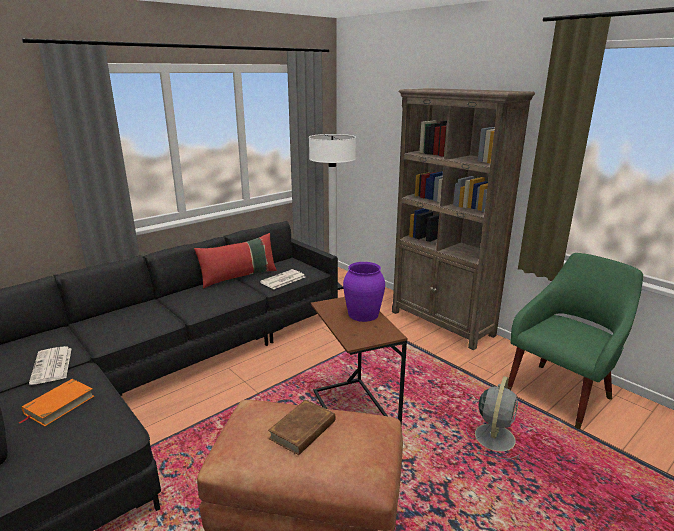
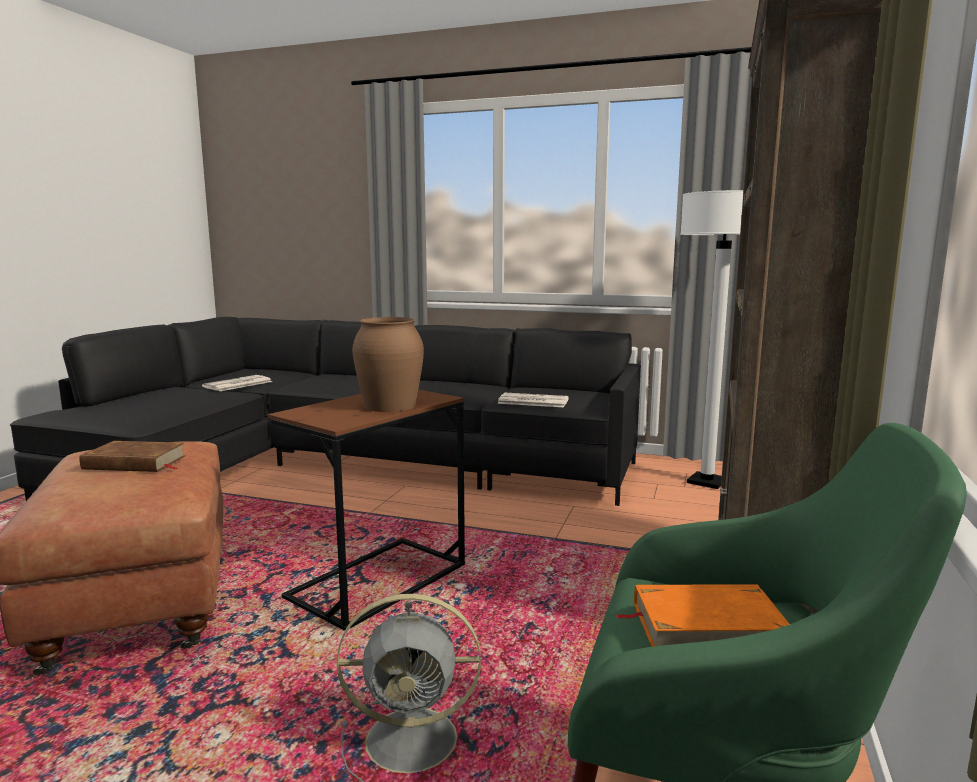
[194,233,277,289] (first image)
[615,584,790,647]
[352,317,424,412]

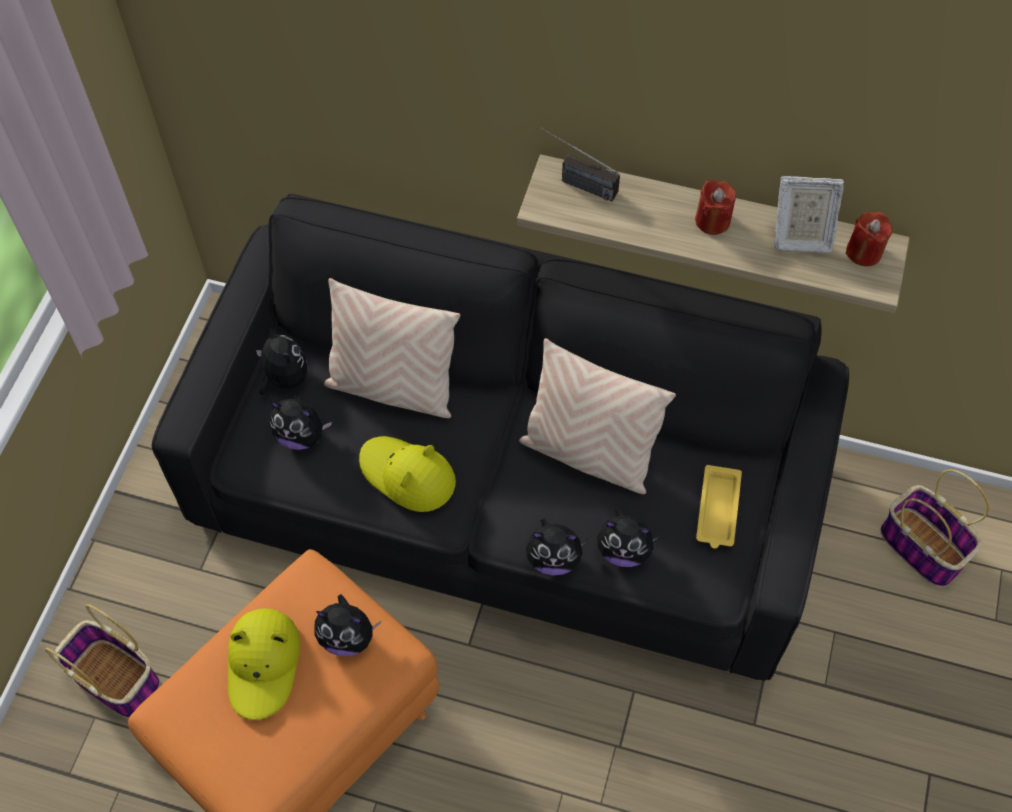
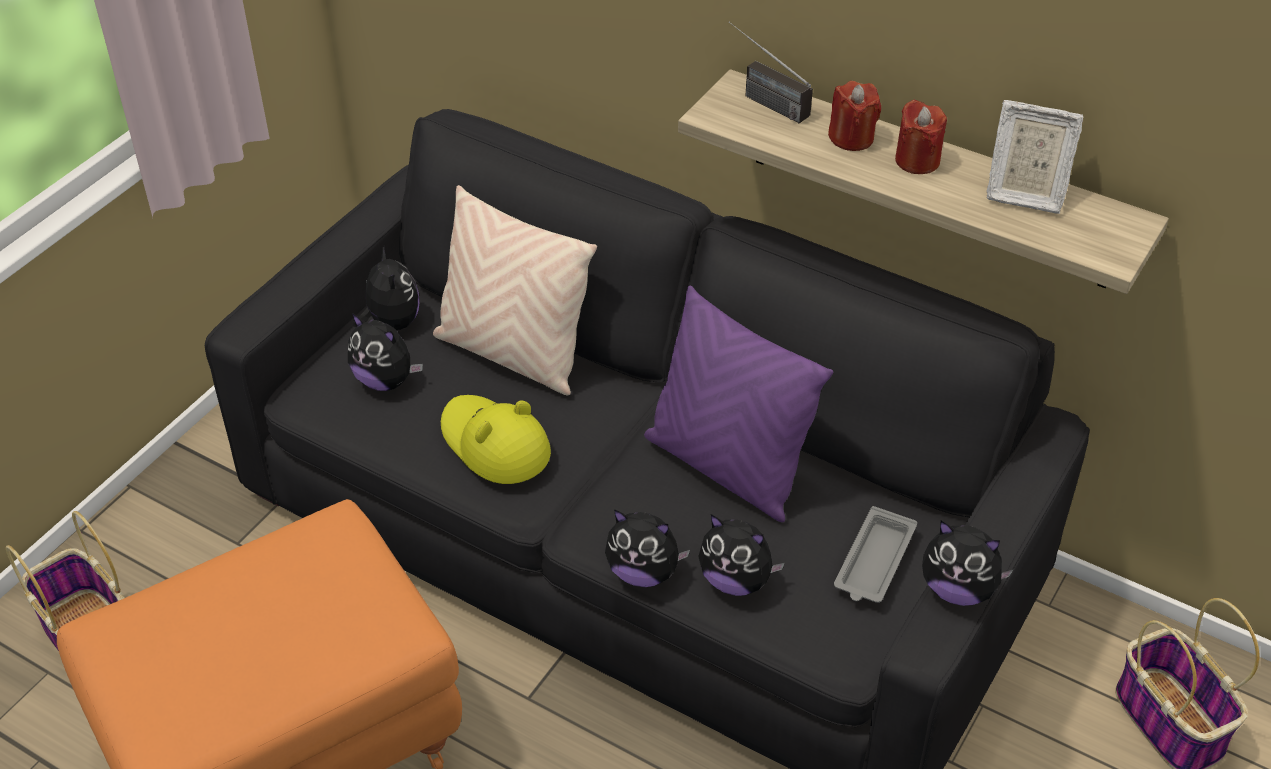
[228,608,300,720] (first image)
[922,521,1014,606]
[828,81,881,151]
[644,286,833,522]
[834,506,917,603]

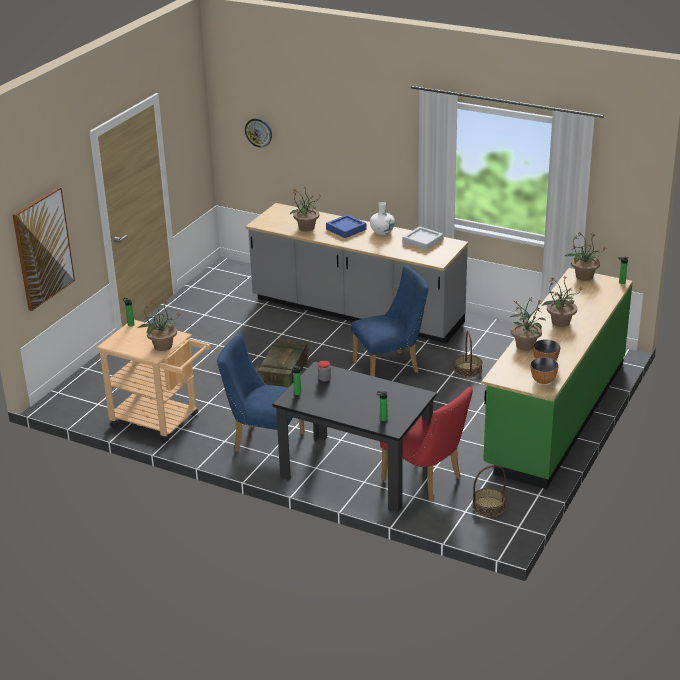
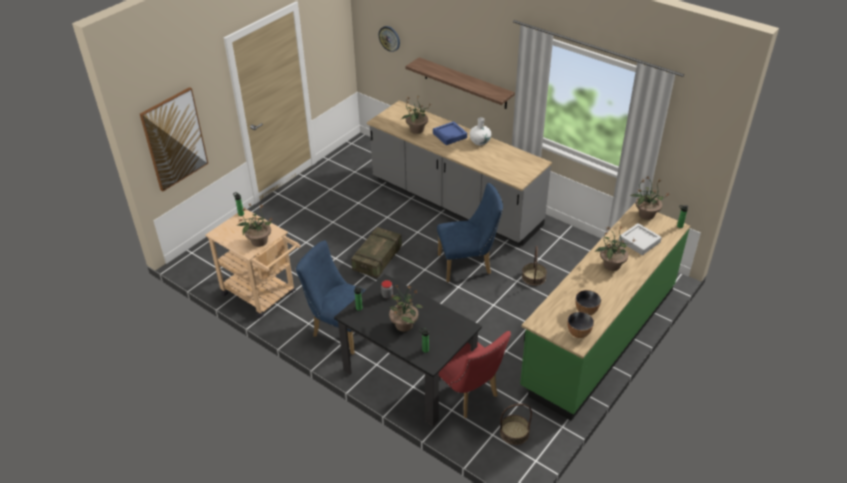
[405,57,515,109]
[619,223,662,255]
[389,285,423,332]

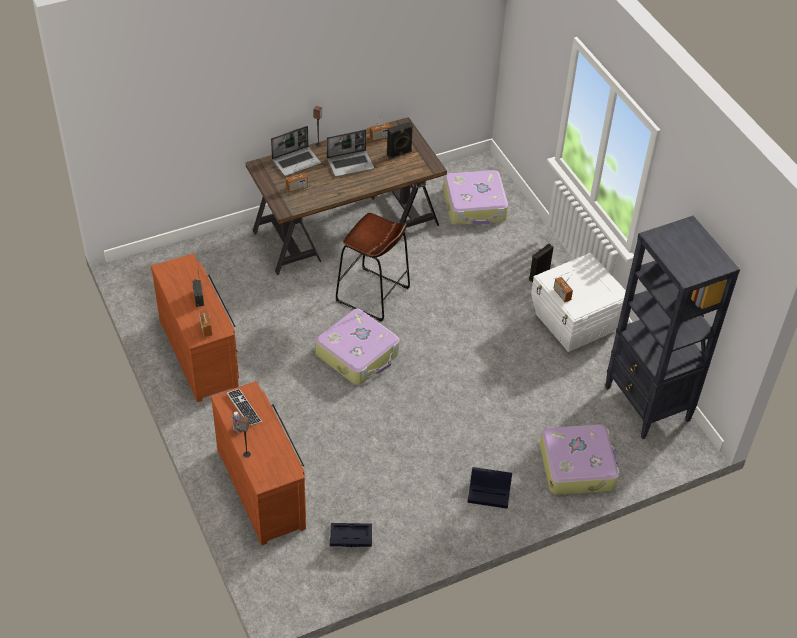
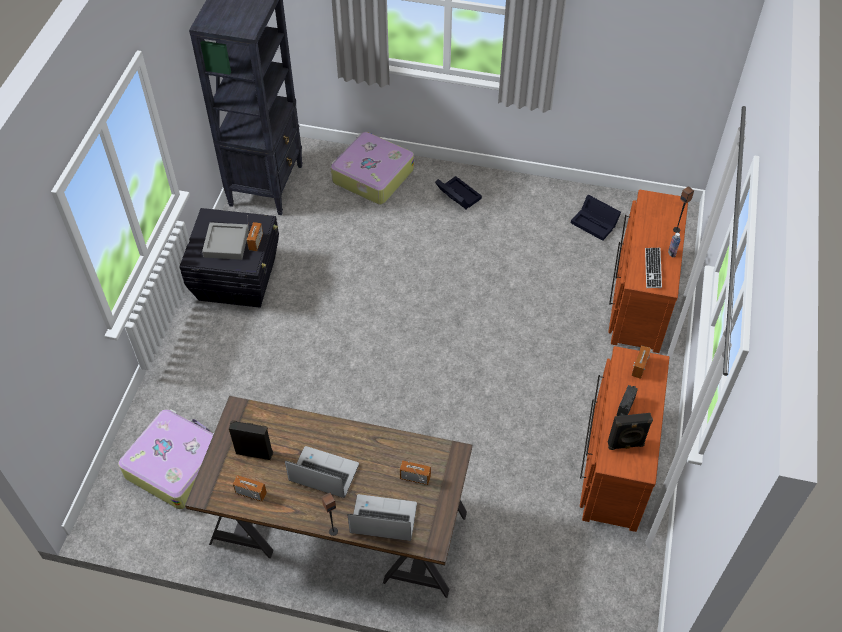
[315,309,400,385] (first image)
[336,213,410,322] (first image)
[202,222,249,260]
[608,413,653,450]
[179,208,279,308]

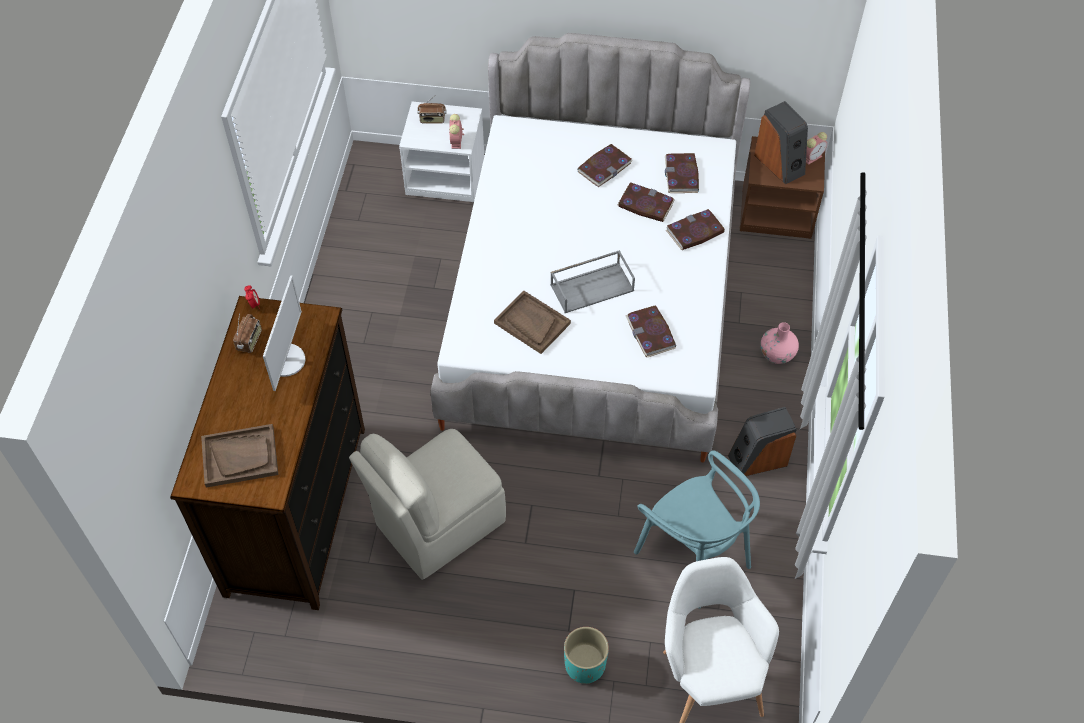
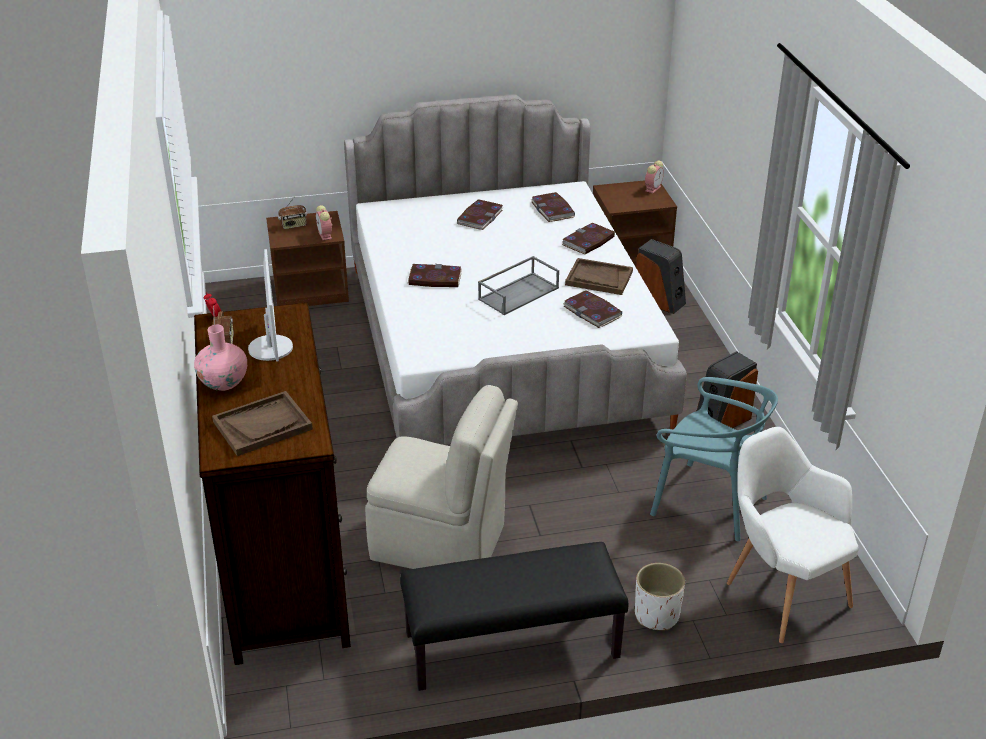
[400,542,628,691]
[565,258,633,295]
[408,264,462,287]
[636,239,686,314]
[194,325,247,391]
[266,211,349,306]
[635,563,685,630]
[365,385,518,569]

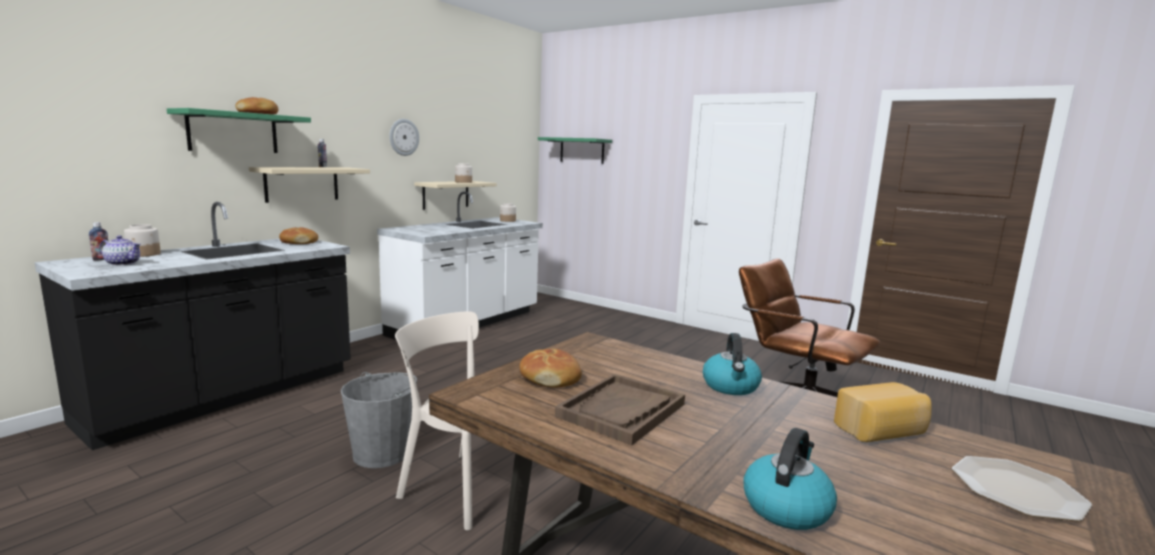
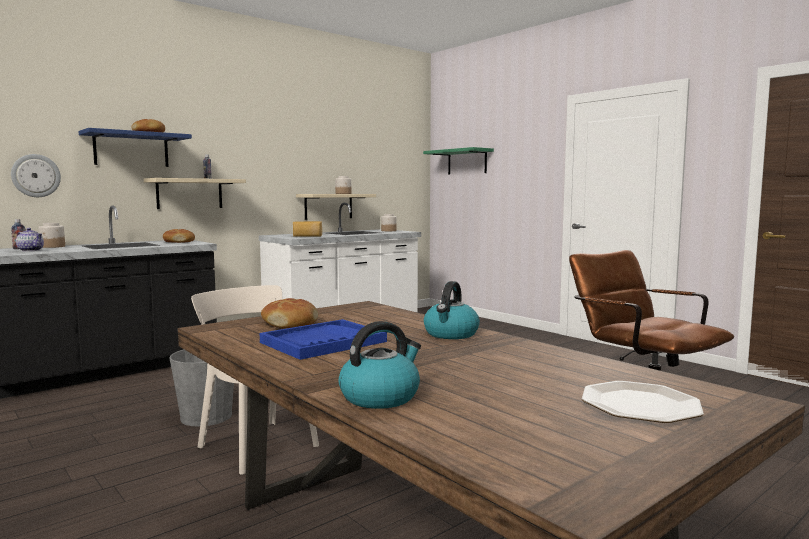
[11,154,61,197]
[293,221,322,237]
[78,128,192,167]
[260,319,387,360]

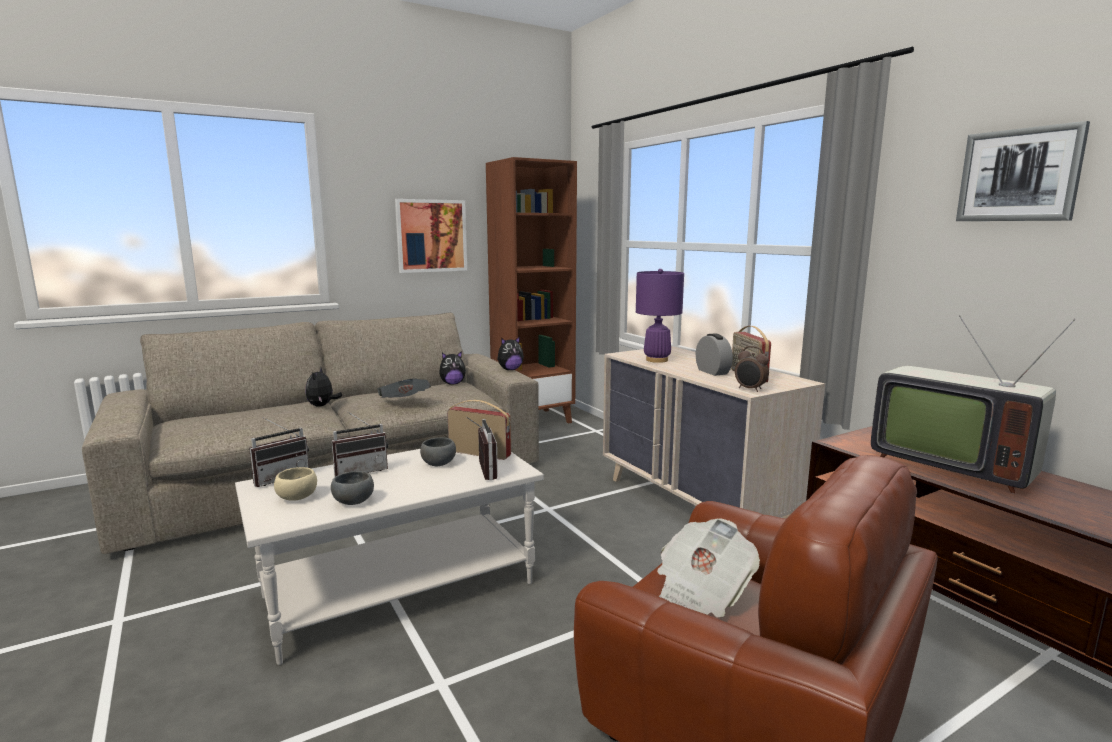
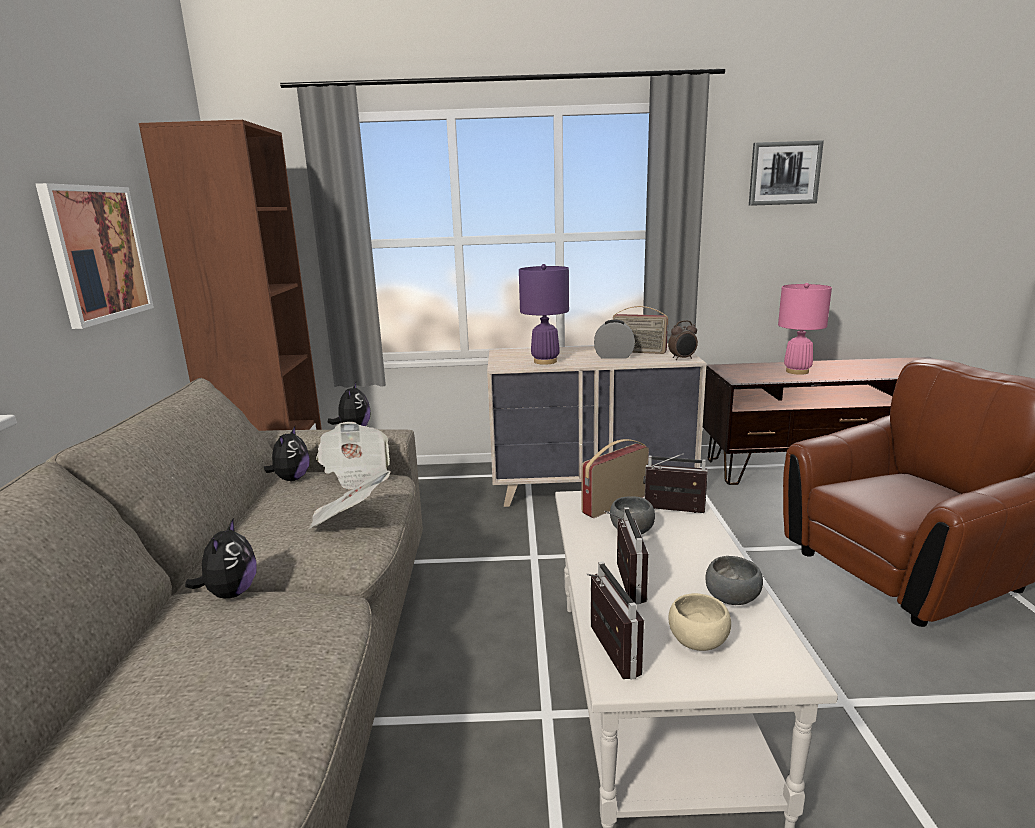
[316,422,390,490]
[778,283,832,375]
[185,518,257,598]

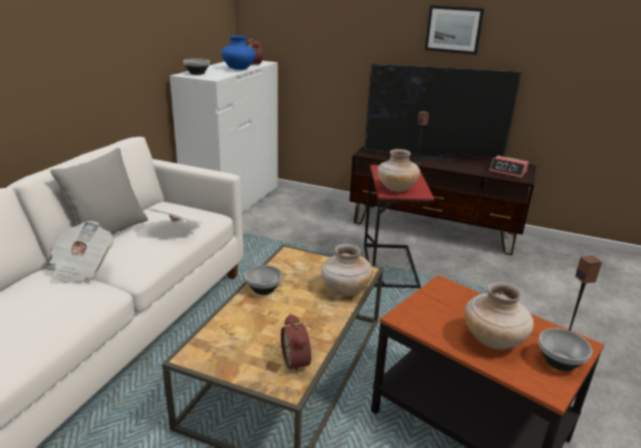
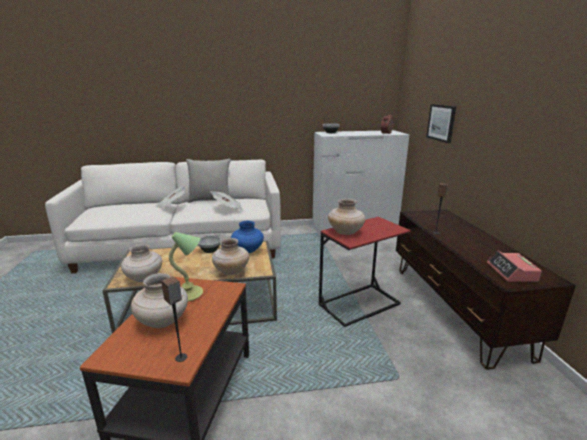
[364,64,521,161] (first image)
[539,328,593,371] (first image)
[169,232,203,301]
[231,221,264,253]
[426,104,456,143]
[121,244,162,282]

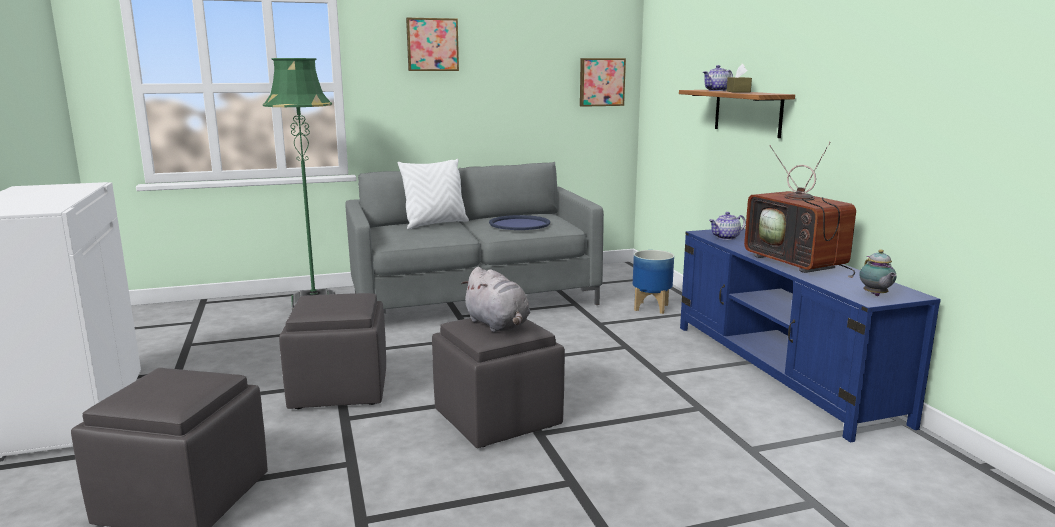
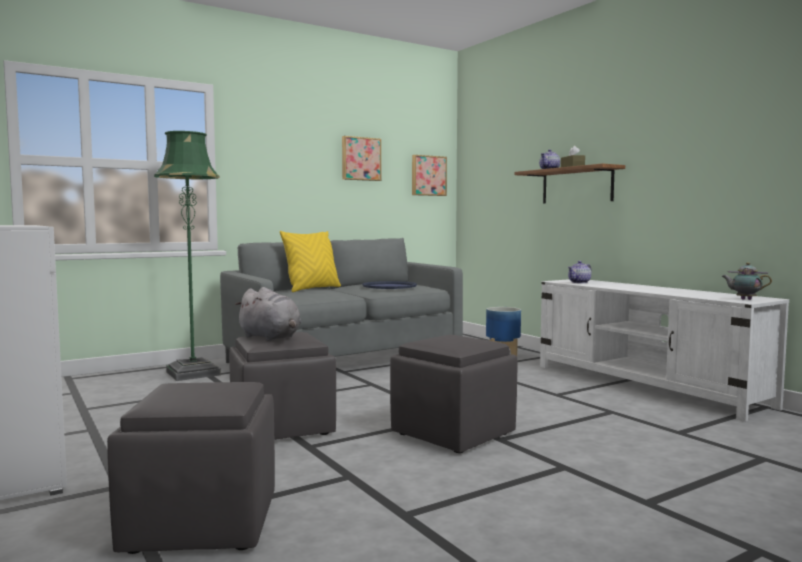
[744,142,856,278] (first image)
[342,136,381,181]
[235,287,301,341]
[280,231,341,292]
[540,279,789,421]
[721,262,772,300]

